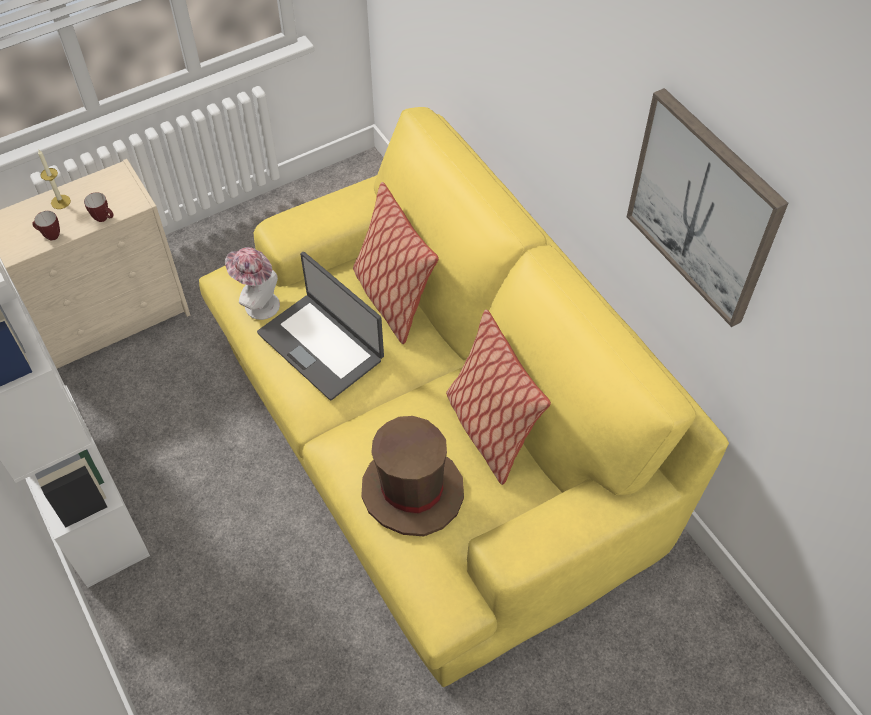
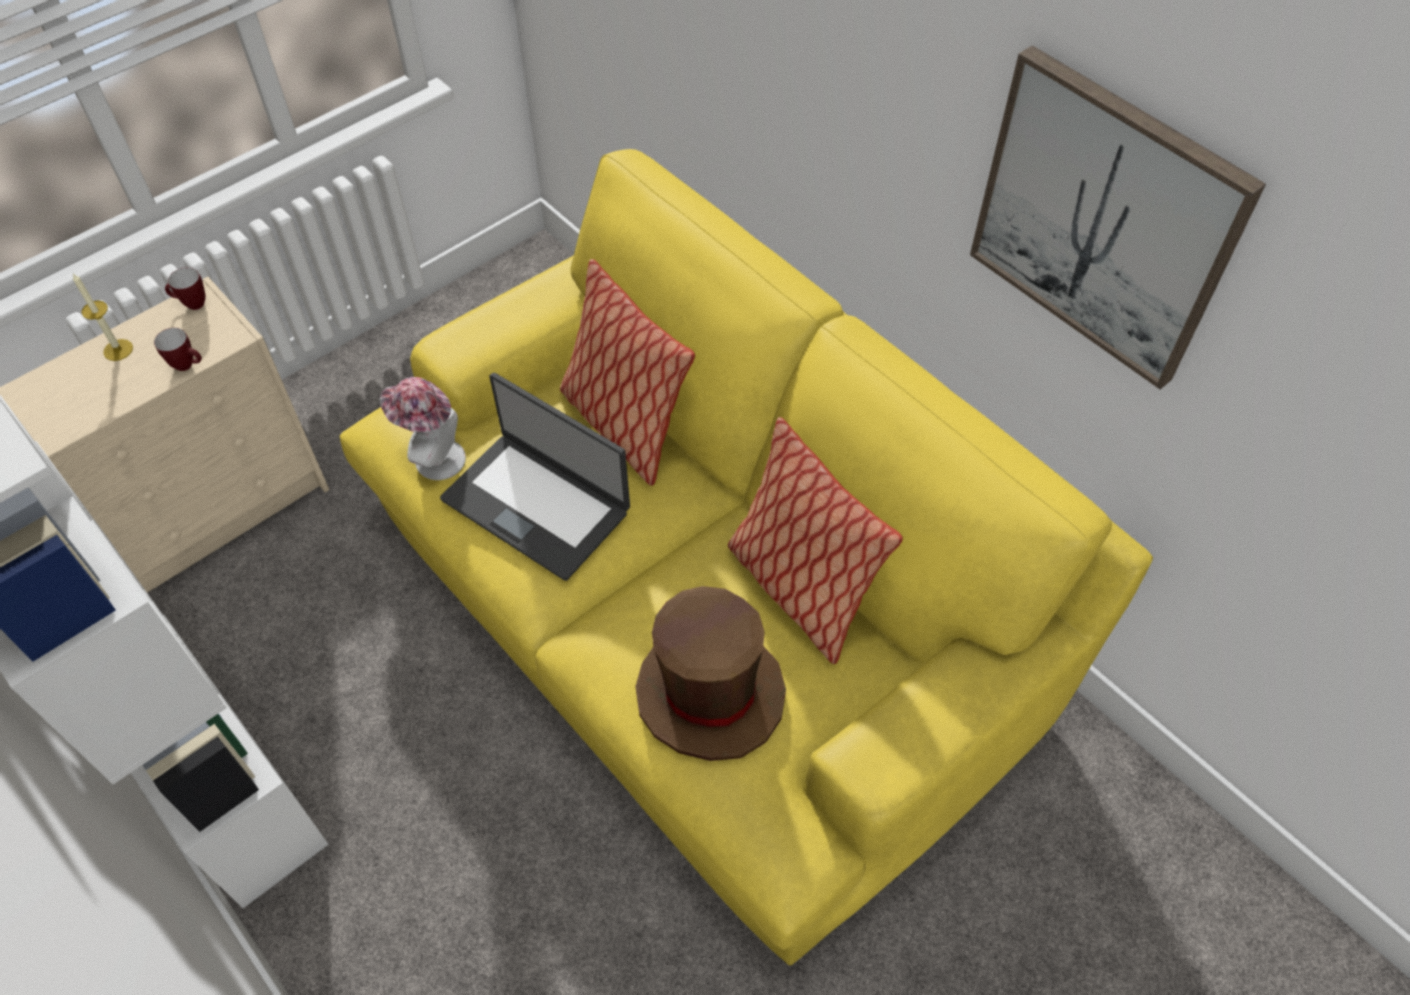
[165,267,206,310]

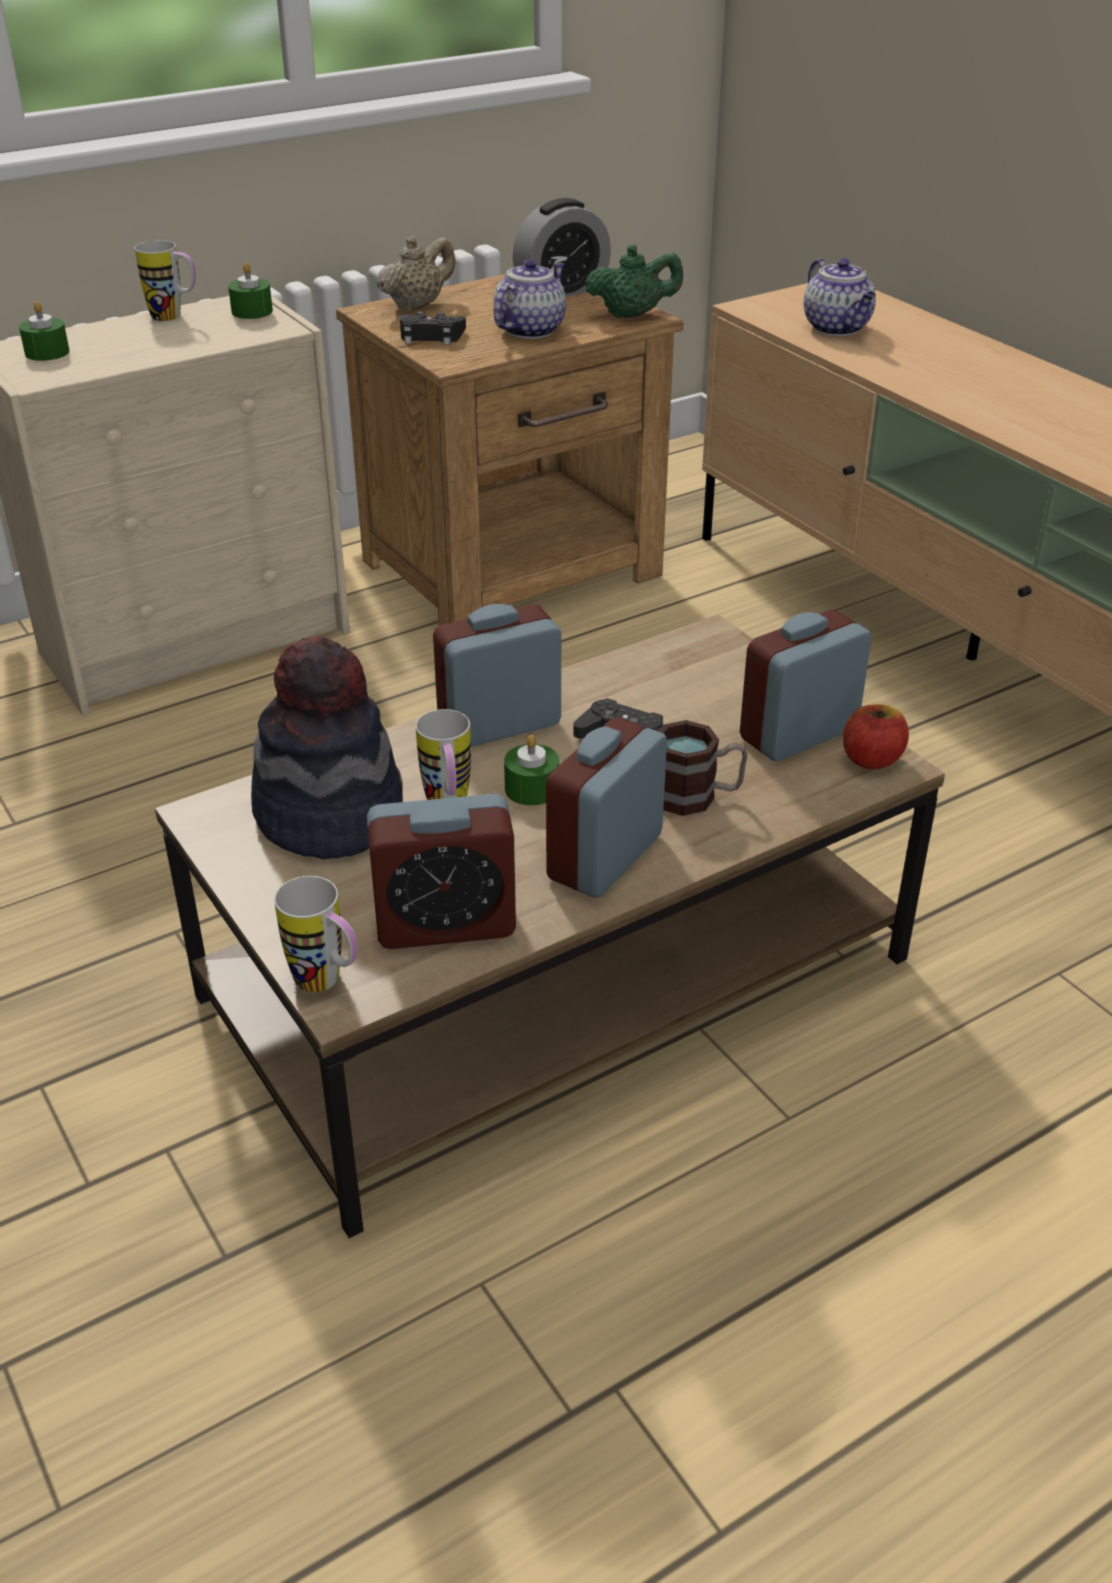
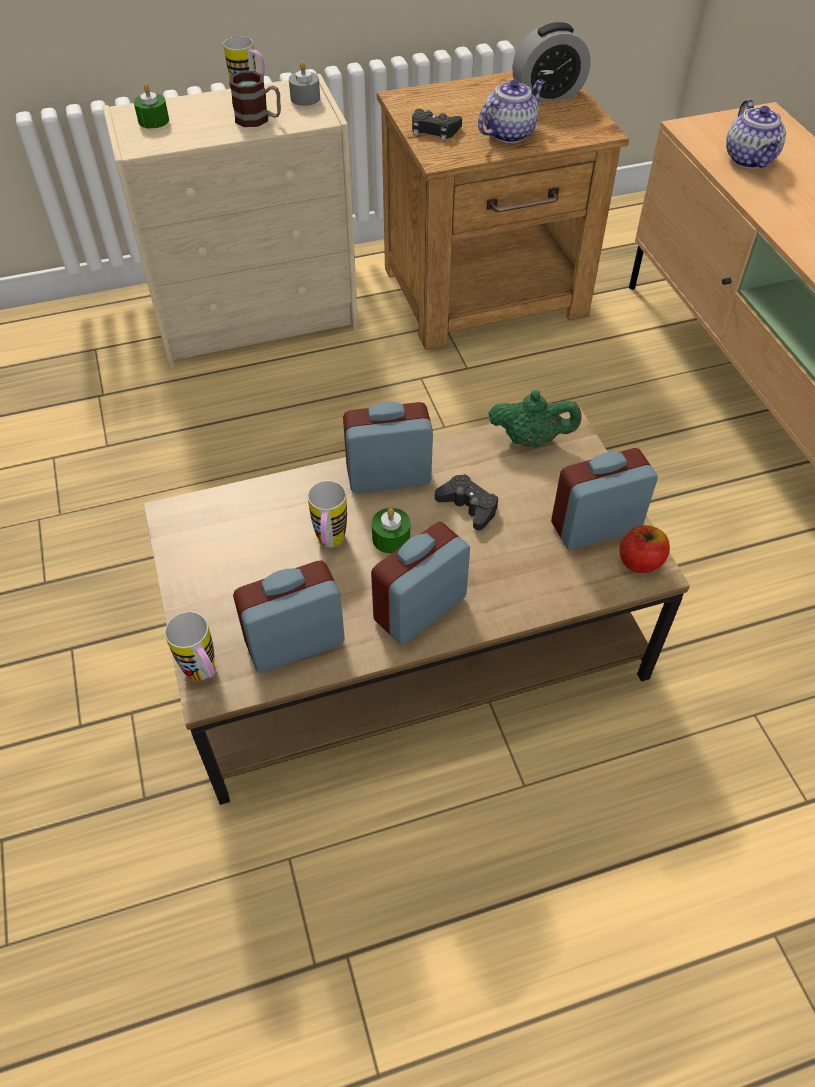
[251,636,403,860] (first image)
[377,236,456,311] (first image)
[488,390,582,448]
[229,71,281,127]
[289,62,320,106]
[233,560,345,673]

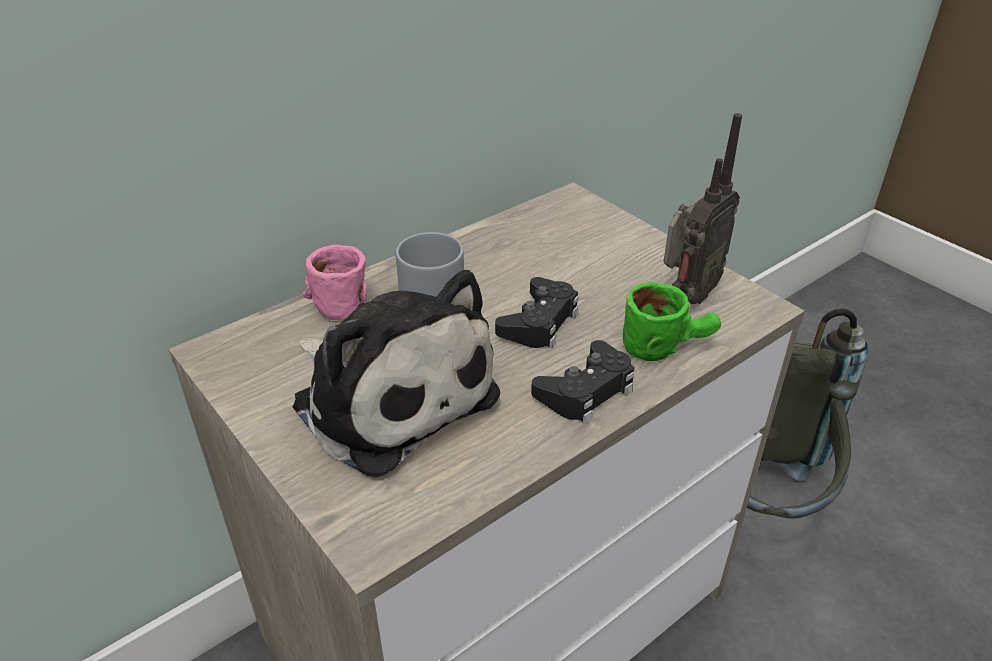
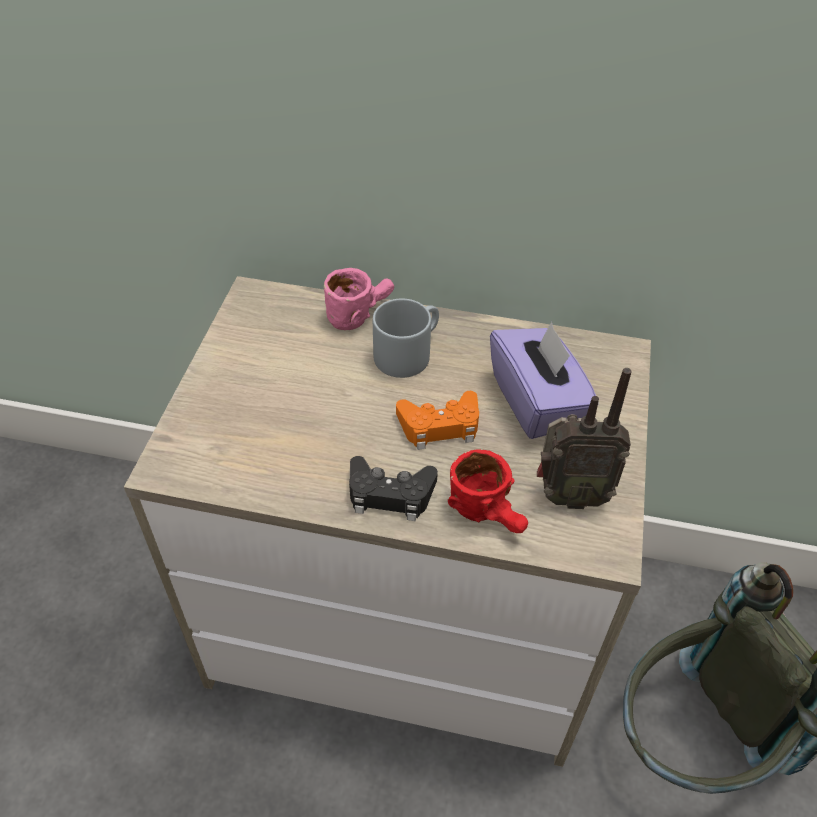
[293,270,500,478] (first image)
[490,322,599,439]
[396,391,479,450]
[448,449,528,533]

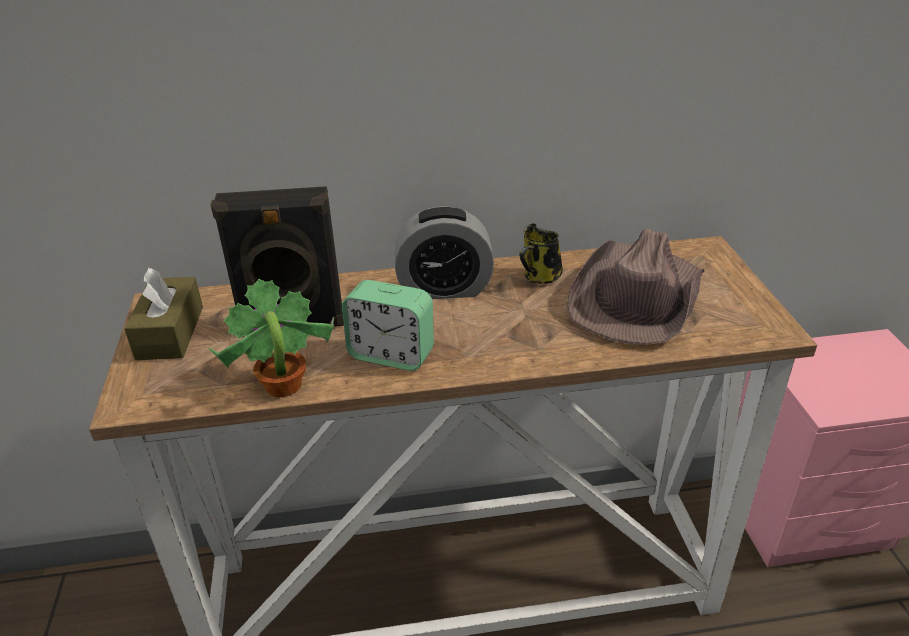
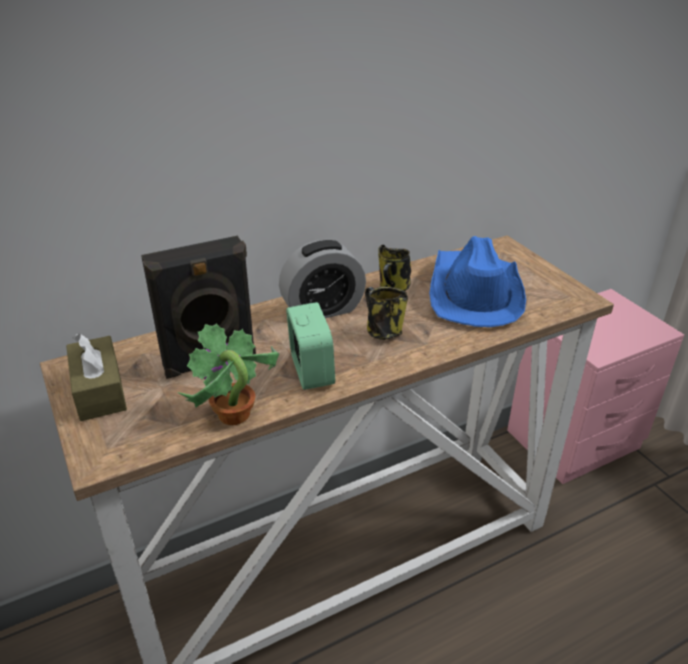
[365,287,408,340]
[429,236,526,327]
[286,302,335,390]

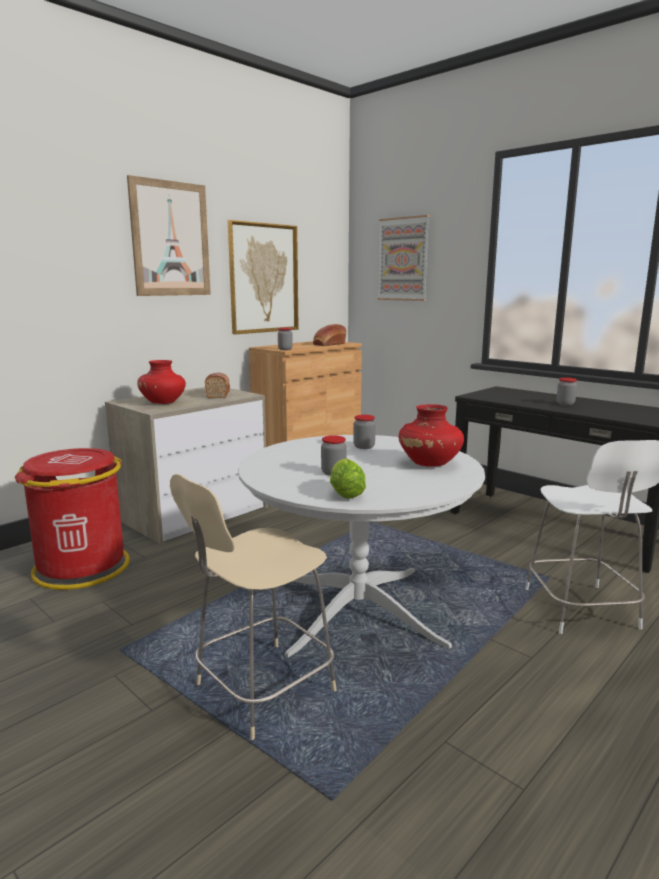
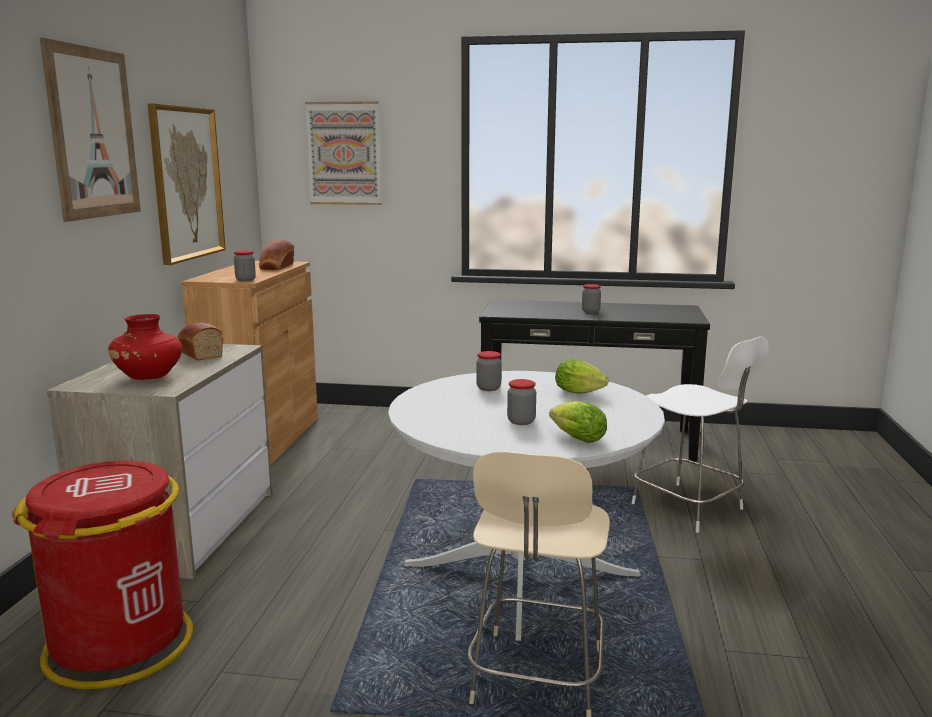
[555,359,609,394]

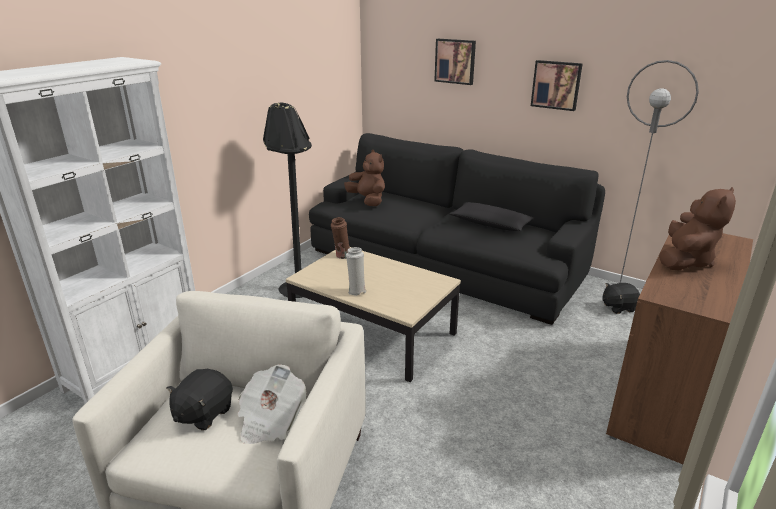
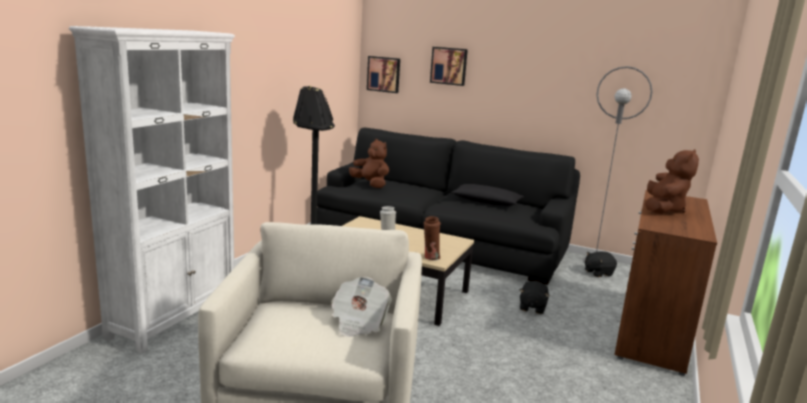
[519,281,550,314]
[424,216,441,261]
[367,56,400,93]

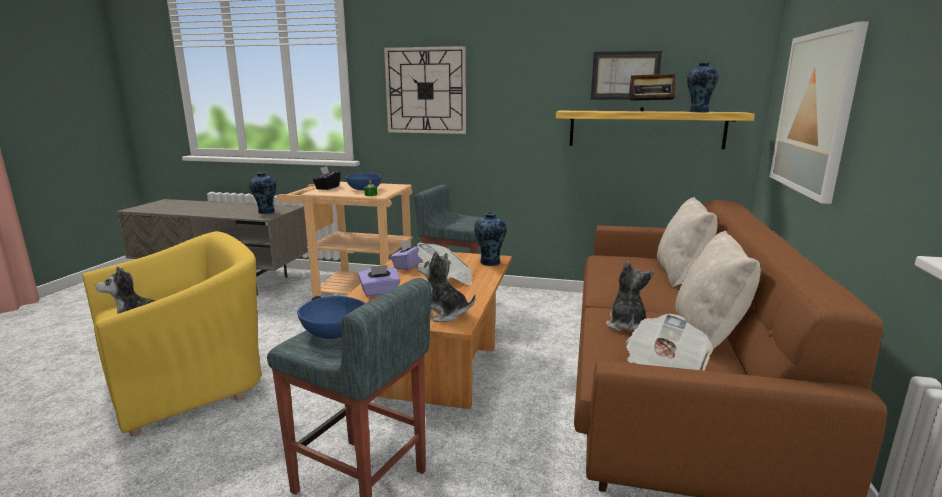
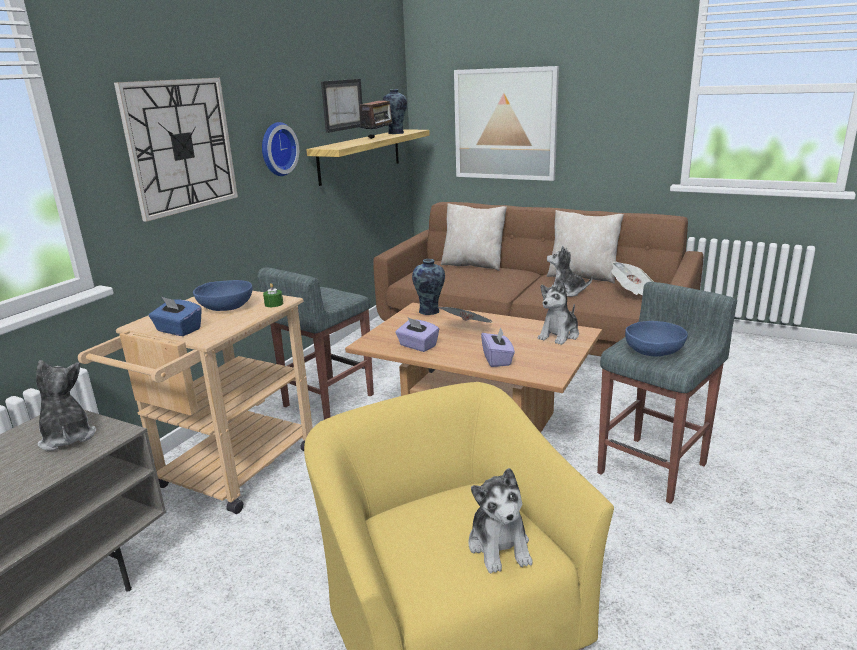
[262,122,299,176]
[36,360,96,451]
[149,297,202,336]

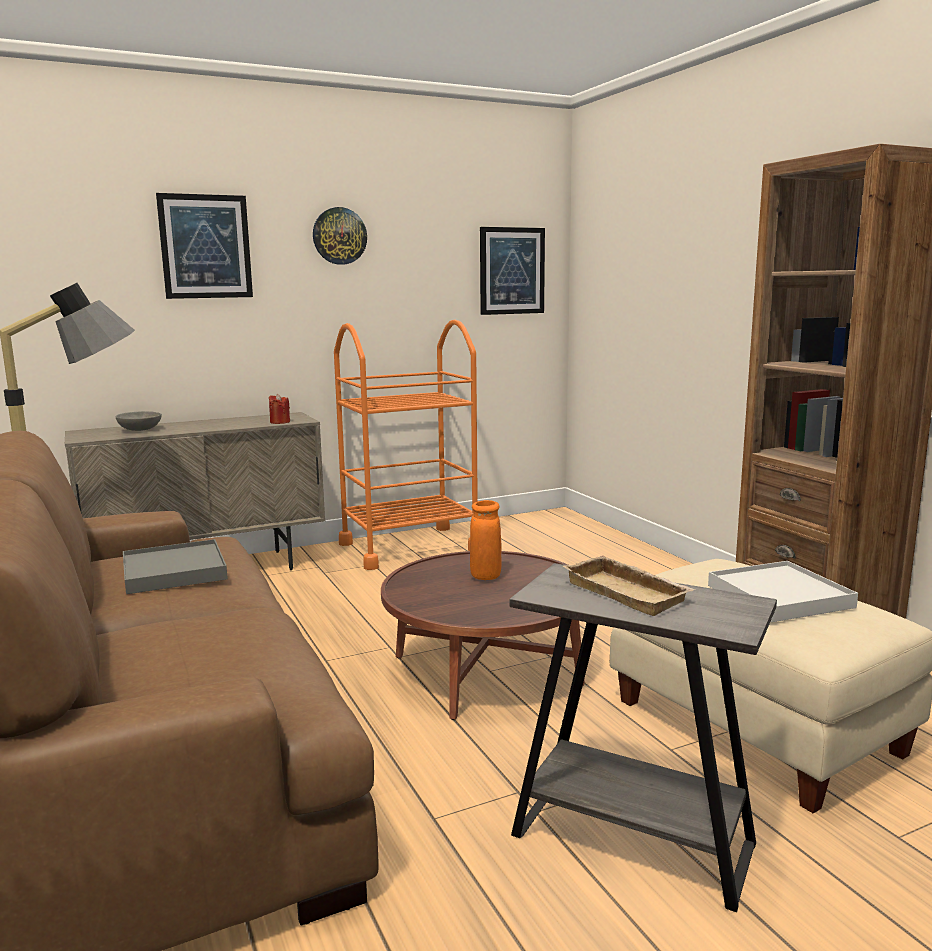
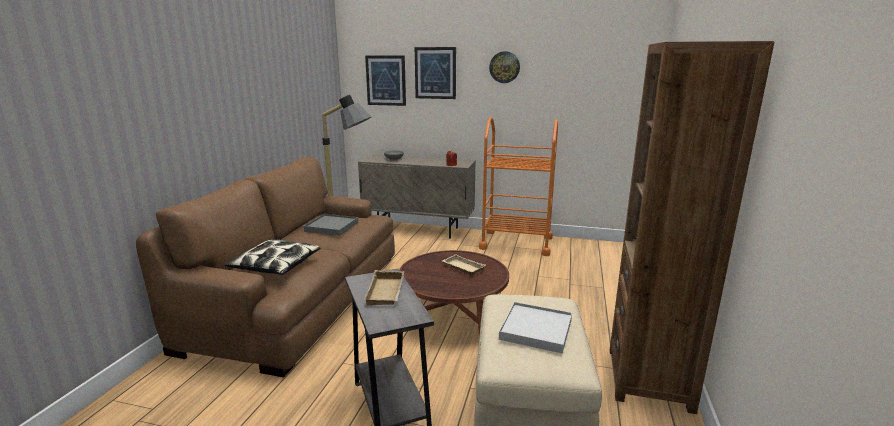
[225,239,320,275]
[365,56,406,106]
[442,254,486,276]

